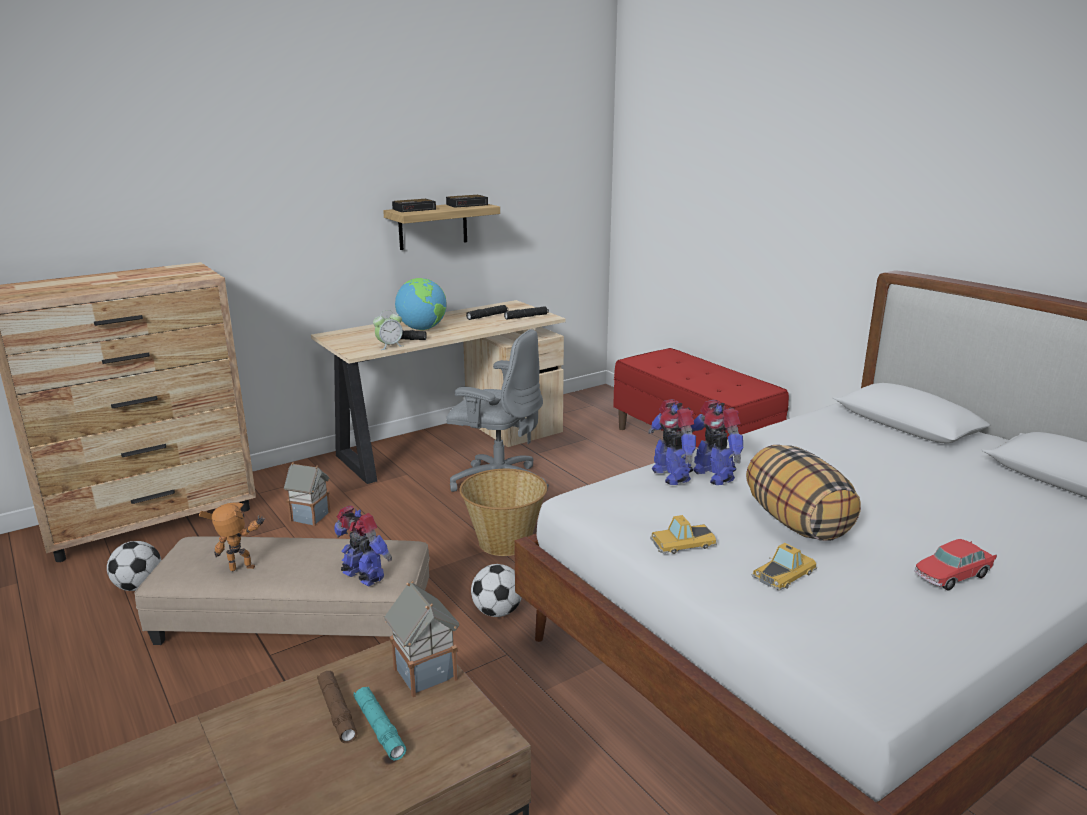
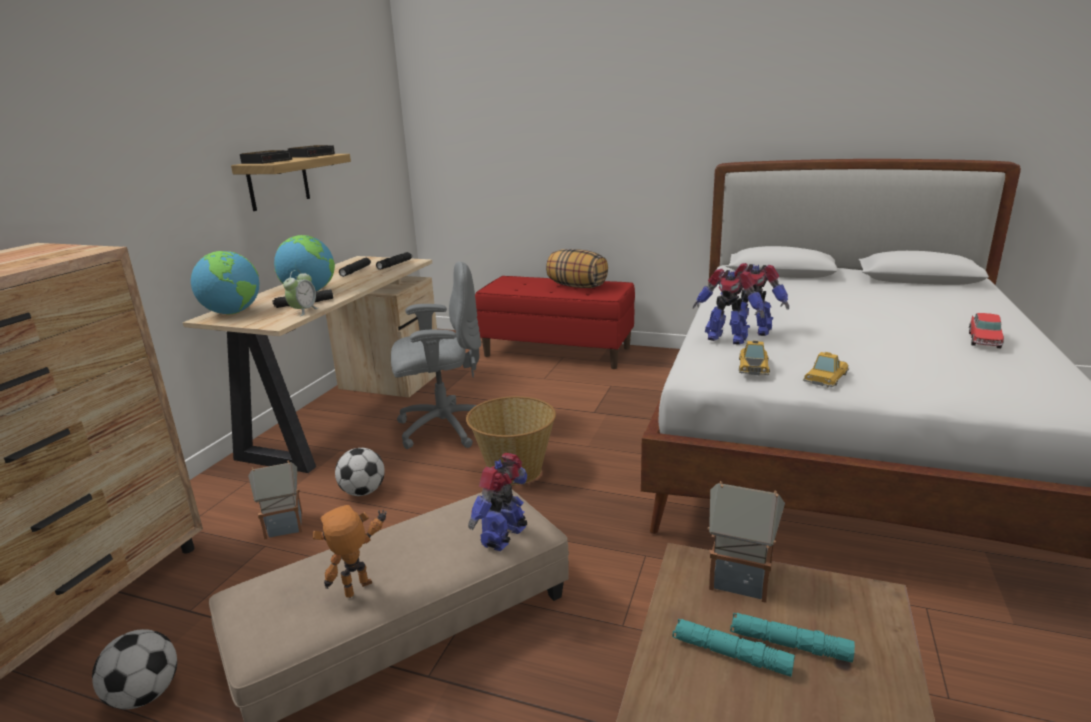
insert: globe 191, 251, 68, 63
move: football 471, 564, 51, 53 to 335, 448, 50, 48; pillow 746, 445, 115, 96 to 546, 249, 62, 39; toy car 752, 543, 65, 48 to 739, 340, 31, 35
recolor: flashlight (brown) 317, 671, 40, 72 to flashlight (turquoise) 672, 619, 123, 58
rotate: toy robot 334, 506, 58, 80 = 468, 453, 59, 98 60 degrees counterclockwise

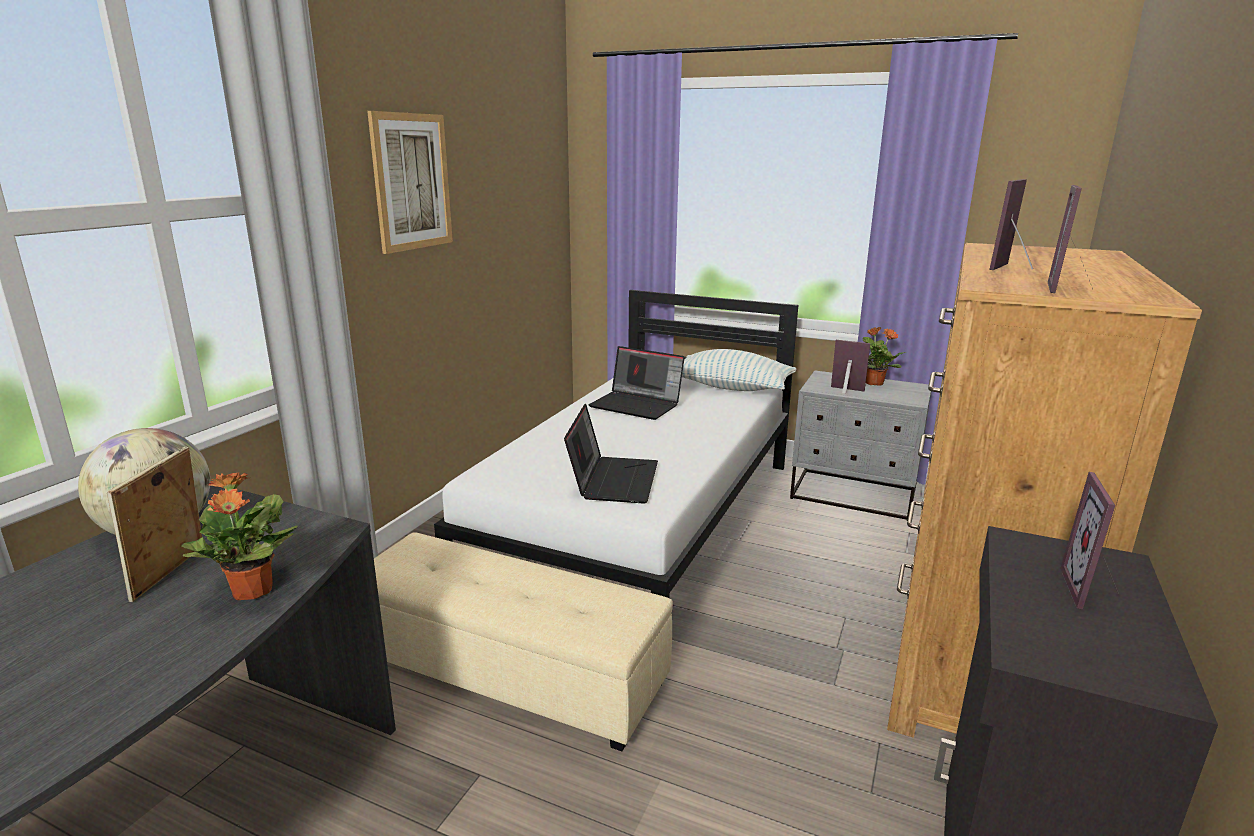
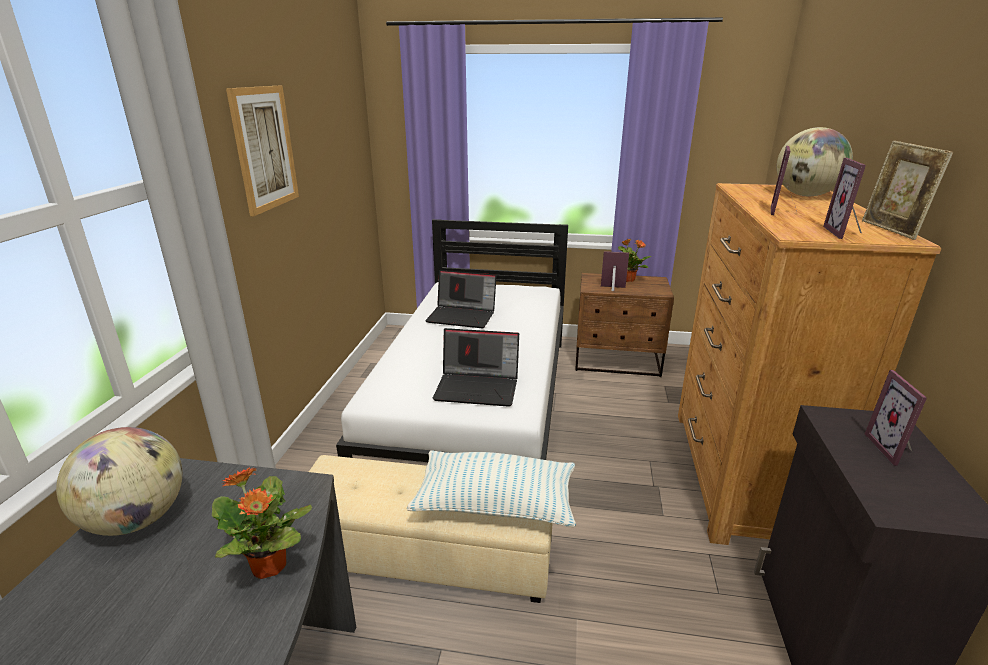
insert: globe 777, 127, 76, 69
move: picture frame 107, 447, 95, 155 to 862, 141, 91, 99; pillow 682, 349, 114, 42 to 407, 450, 169, 77
recolor: nightstand (grey) 790, 370, 141, 151 to nightstand (brown) 575, 273, 99, 104
rotate: laptop 564, 404, 94, 100 = 433, 328, 86, 79 105 degrees clockwise

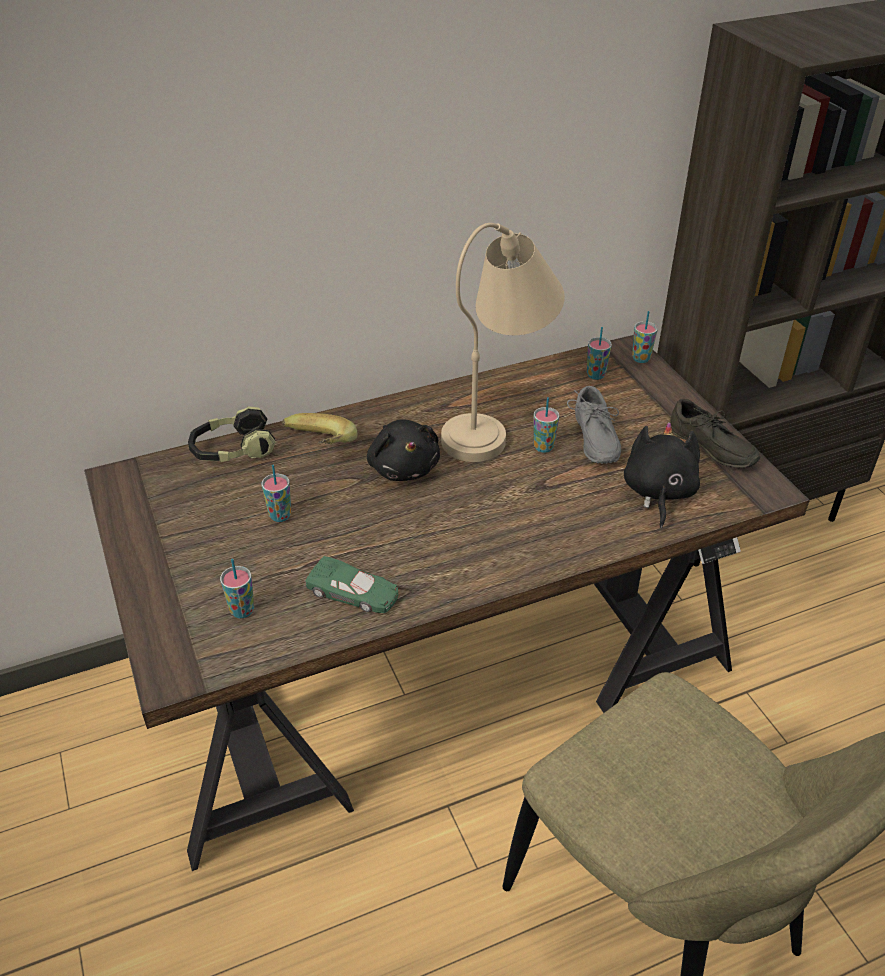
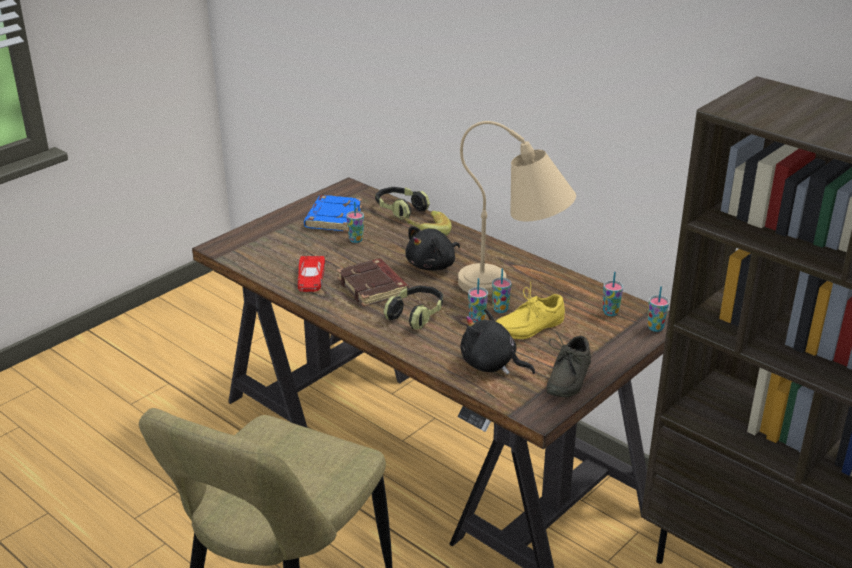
insert: book (blue) 304, 195, 58, 37; book (brown) 337, 259, 72, 48; headphones 383, 285, 60, 45
move: cup 220, 558, 34, 60 to 468, 278, 20, 44
recolor: toy car (green) 305, 556, 94, 57 to toy car (red) 297, 256, 28, 36; shoe (grey) 567, 386, 54, 78 to shoe (yellow) 496, 282, 69, 58
rotate: plush toy (black) 624, 422, 76, 106 = 460, 308, 75, 67 135 degrees counterclockwise

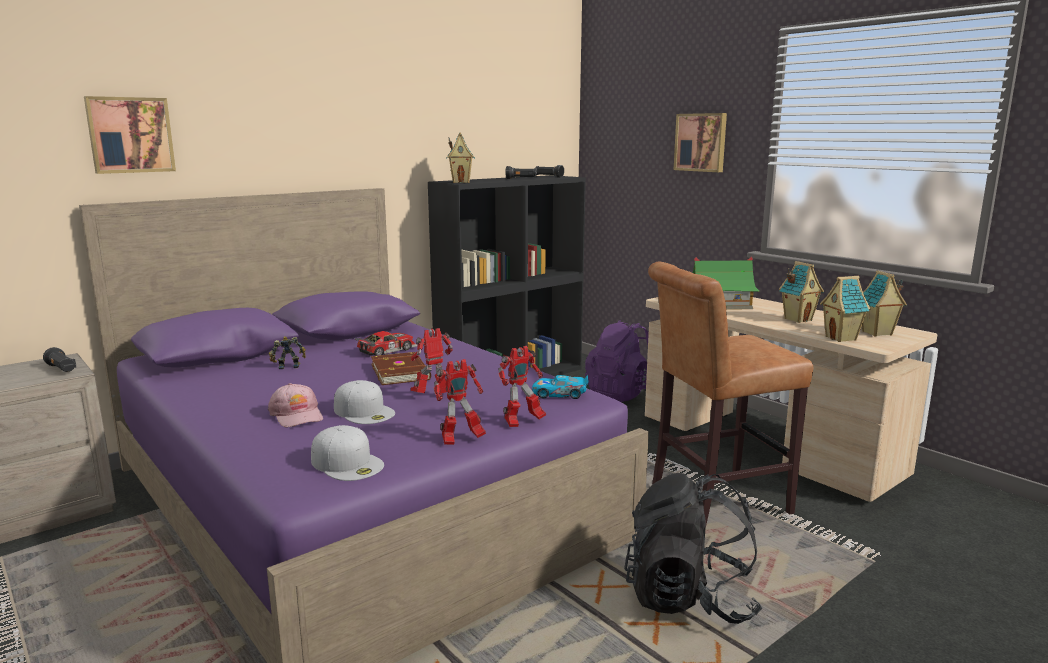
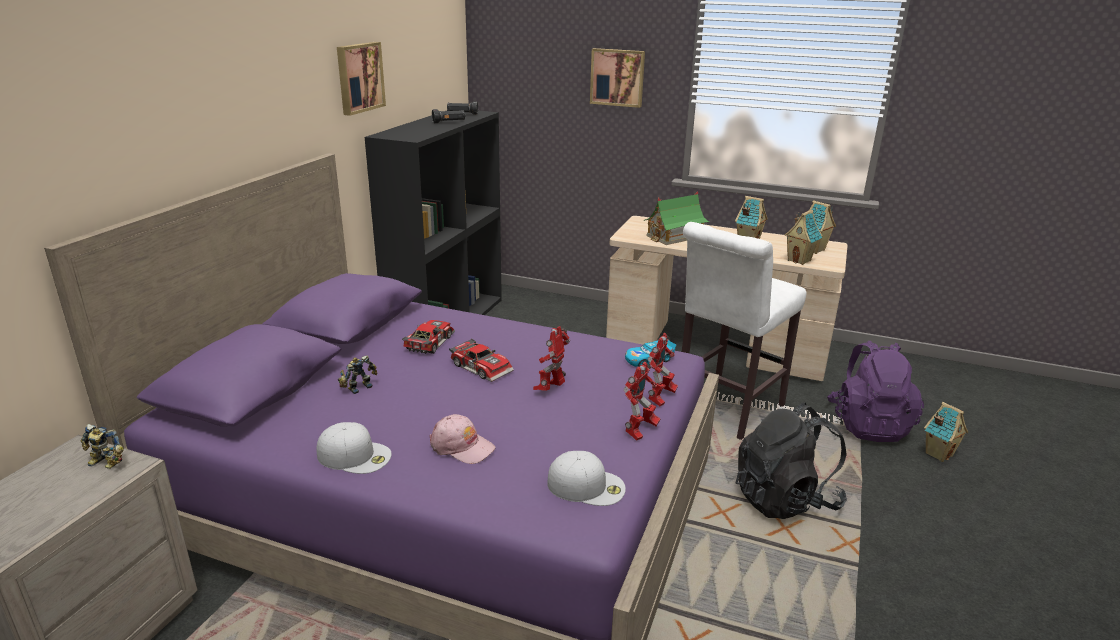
move: picture 84, 96, 92, 78 to 337, 42, 49, 74; cap (white) 334, 380, 61, 44 to 316, 422, 76, 52; toy house 446, 133, 29, 50 to 924, 402, 44, 60; backpack (purple) 585, 320, 64, 82 to 827, 341, 97, 101
replace: flashlight (black) 43, 347, 33, 25 to toy robot 81, 424, 43, 45; book (brown) 371, 352, 60, 33 to toy car 449, 339, 65, 43
recolor: stool (brown) 648, 261, 165, 268 to stool (white) 682, 222, 125, 218

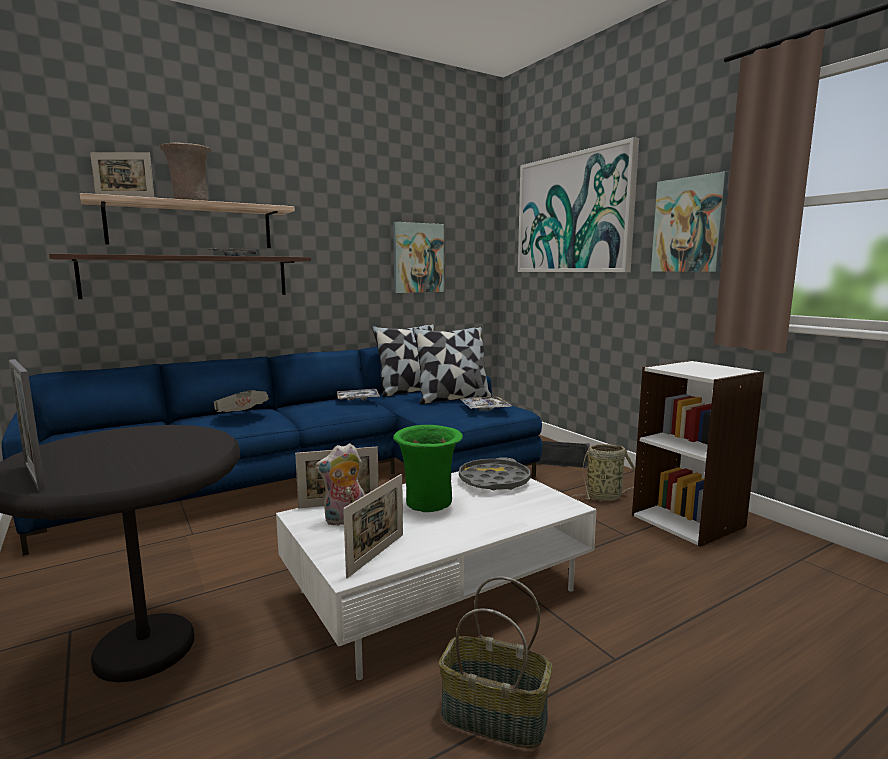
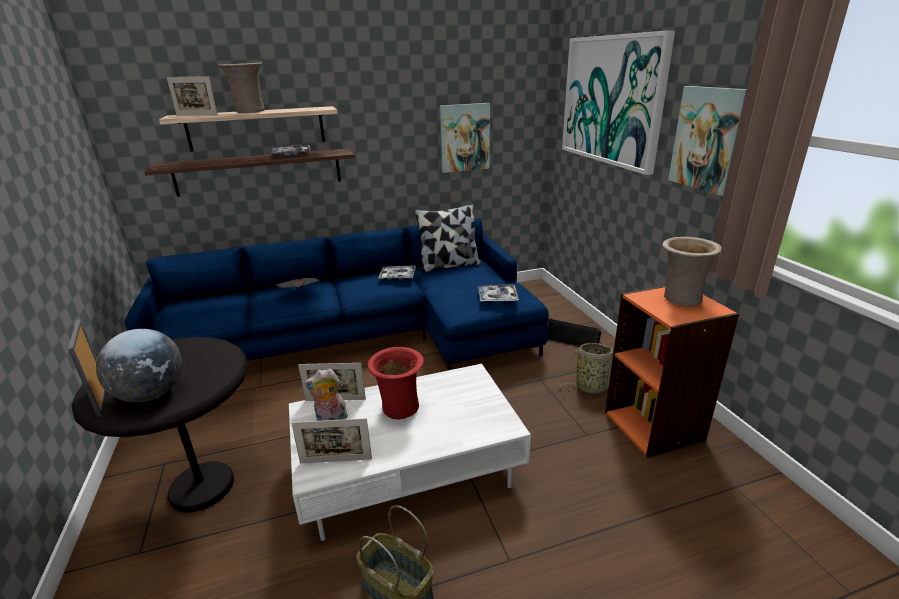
delete: pillow 412, 327, 80, 77; tray (grey) 459, 457, 72, 34
insert: globe 96, 329, 86, 73; vase (beige) 662, 237, 60, 69
recolor: vase (green) 393, 425, 70, 87 to vase (red) 367, 347, 57, 72; bookcase (white) 632, 360, 132, 187 to bookcase (orange) 605, 285, 134, 173
rotate: picture frame 343, 474, 60, 104 = 291, 418, 81, 46 45 degrees clockwise

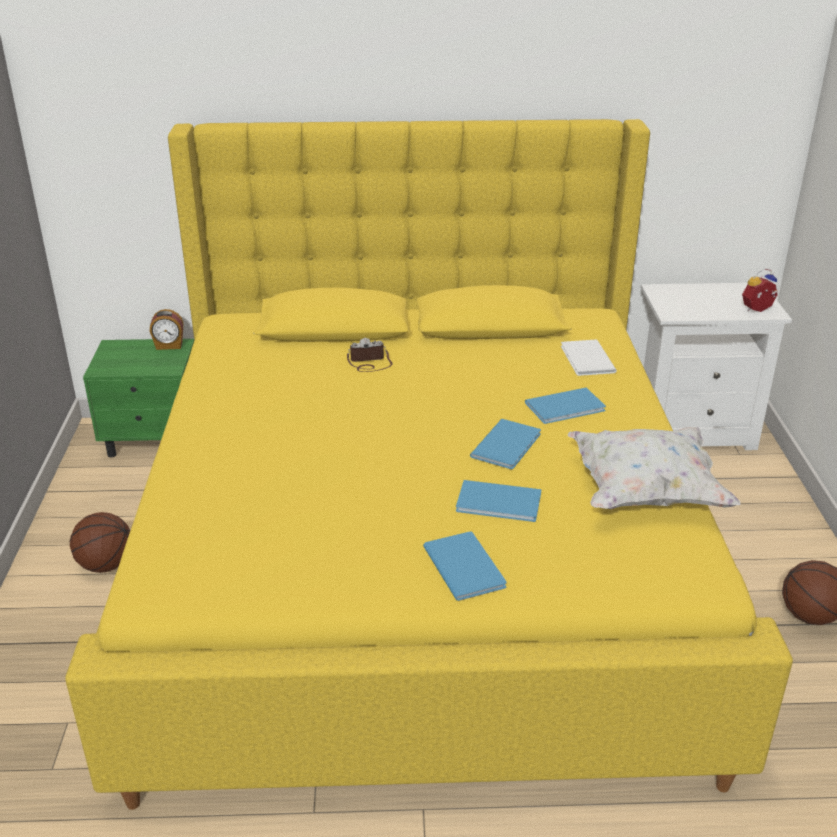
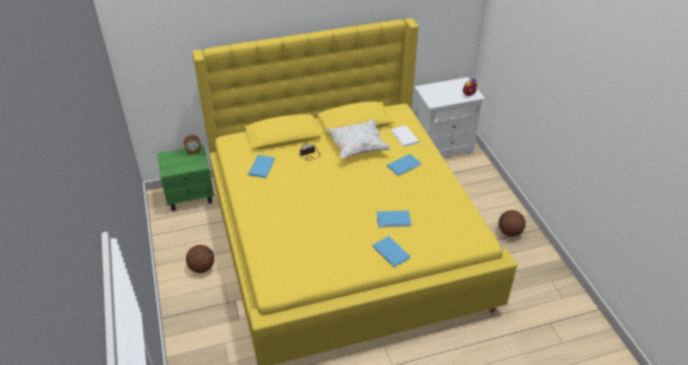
move: book (blue) 470, 419, 71, 51 to 248, 155, 27, 23; pillow (white) 568, 427, 173, 82 to 326, 119, 65, 39

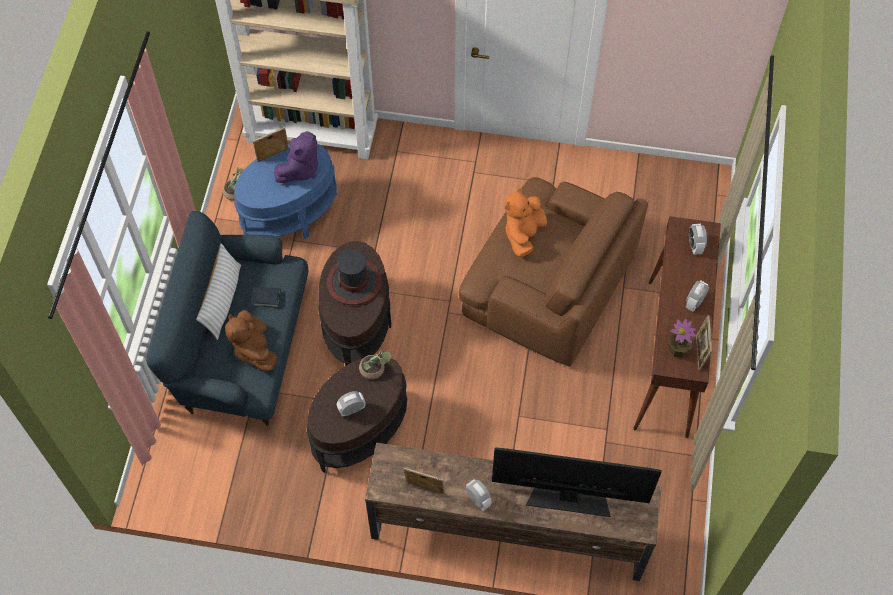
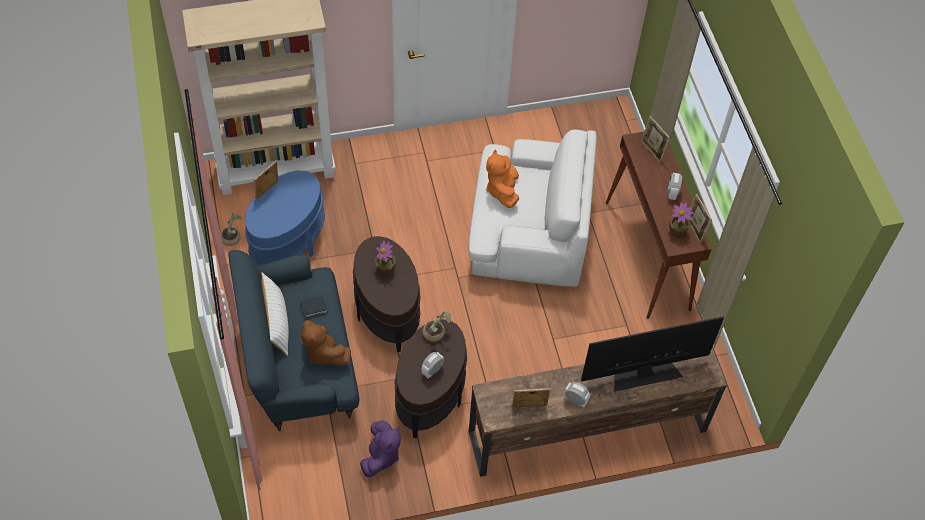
move: plush toy (purple) 274, 131, 44, 52 to 360, 420, 41, 57
replace: hat 327, 249, 55, 56 to potted plant 375, 241, 21, 35; alarm clock 689, 224, 18, 31 to picture frame 641, 116, 29, 46
recolor: armchair (brown) 459, 177, 189, 190 to armchair (white) 469, 129, 128, 158

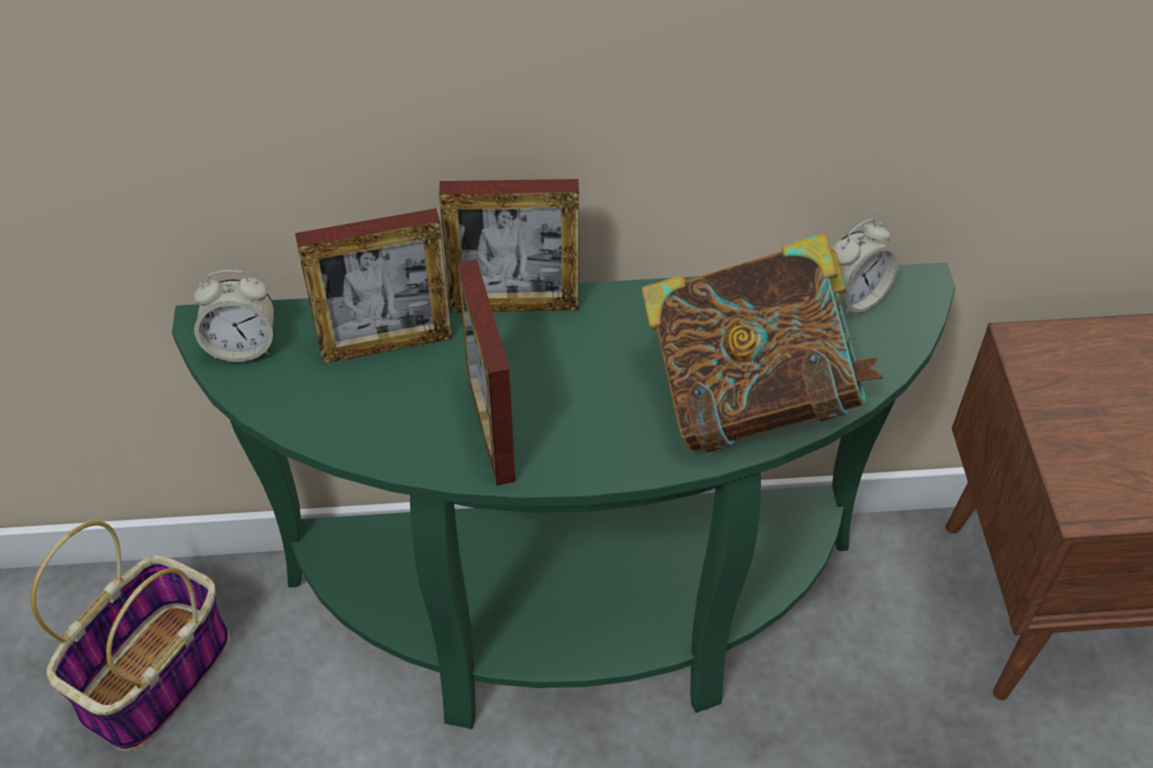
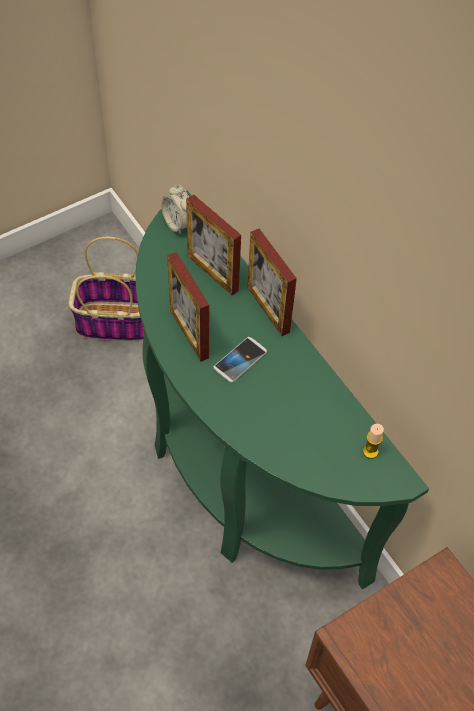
delete: book 641, 233, 242, 219
insert: phone 213, 337, 54, 46
replace: alarm clock 832, 218, 67, 99 to candle 363, 424, 21, 35
rotate: picture frame 457, 260, 59, 226 = 167, 252, 42, 110 75 degrees counterclockwise

